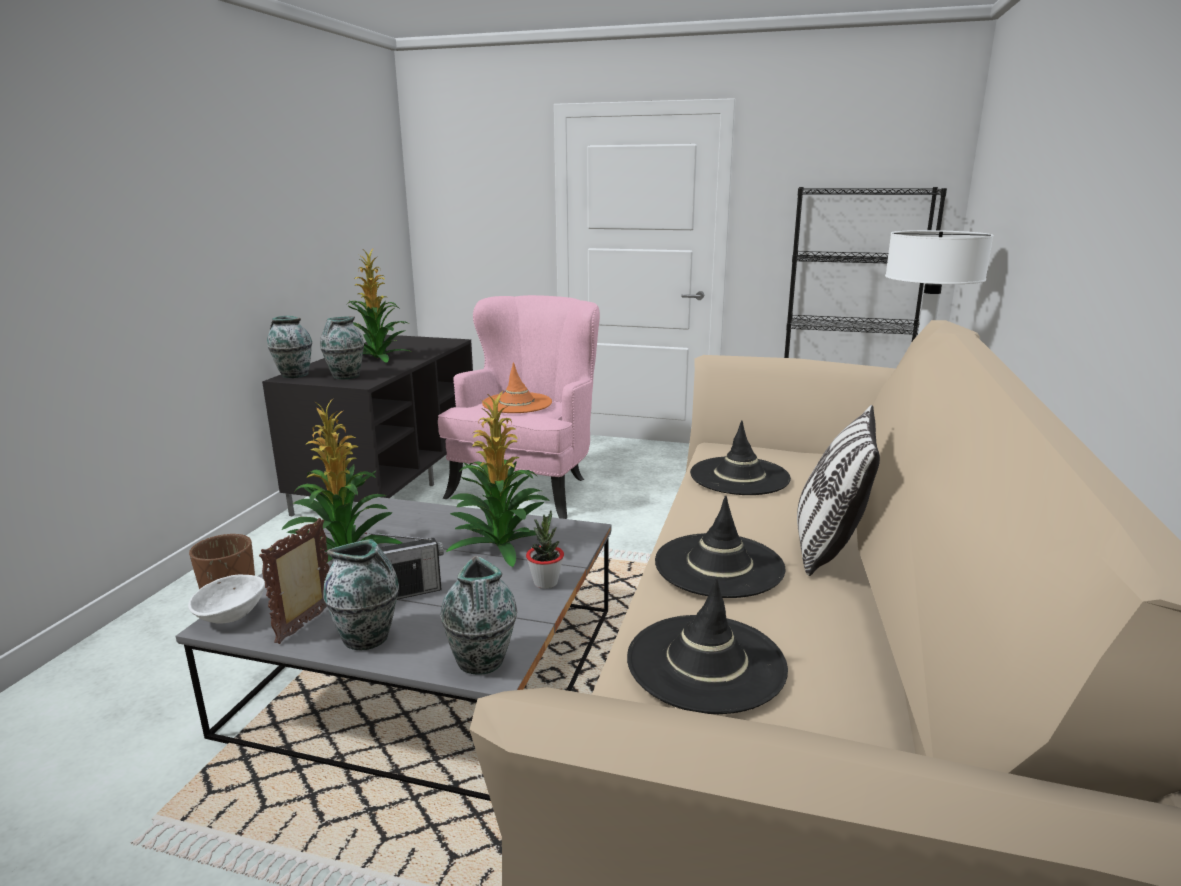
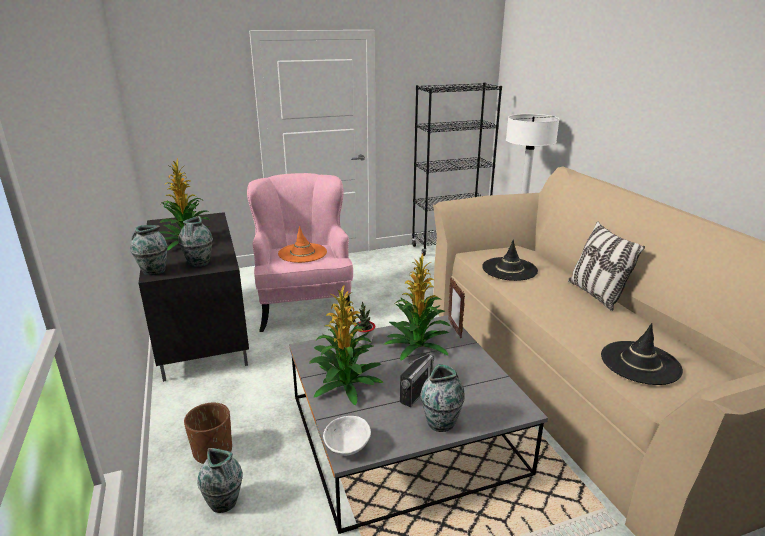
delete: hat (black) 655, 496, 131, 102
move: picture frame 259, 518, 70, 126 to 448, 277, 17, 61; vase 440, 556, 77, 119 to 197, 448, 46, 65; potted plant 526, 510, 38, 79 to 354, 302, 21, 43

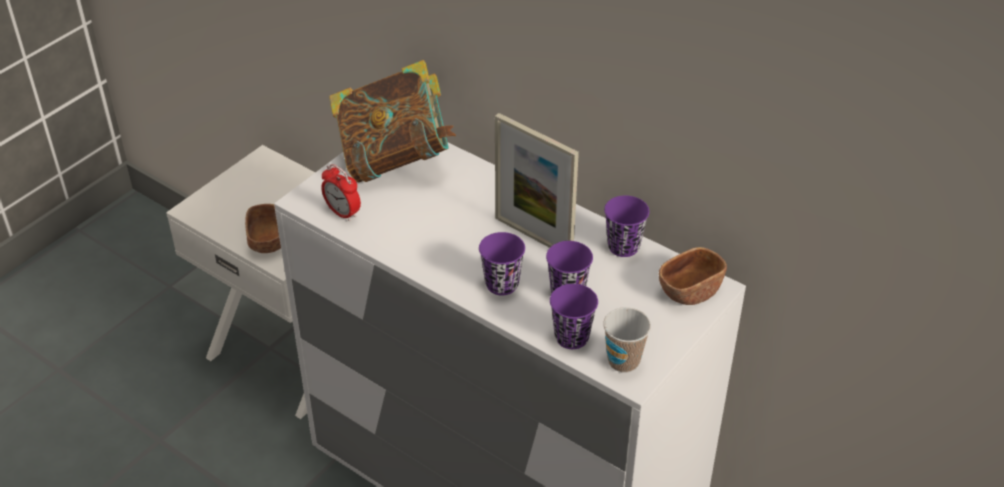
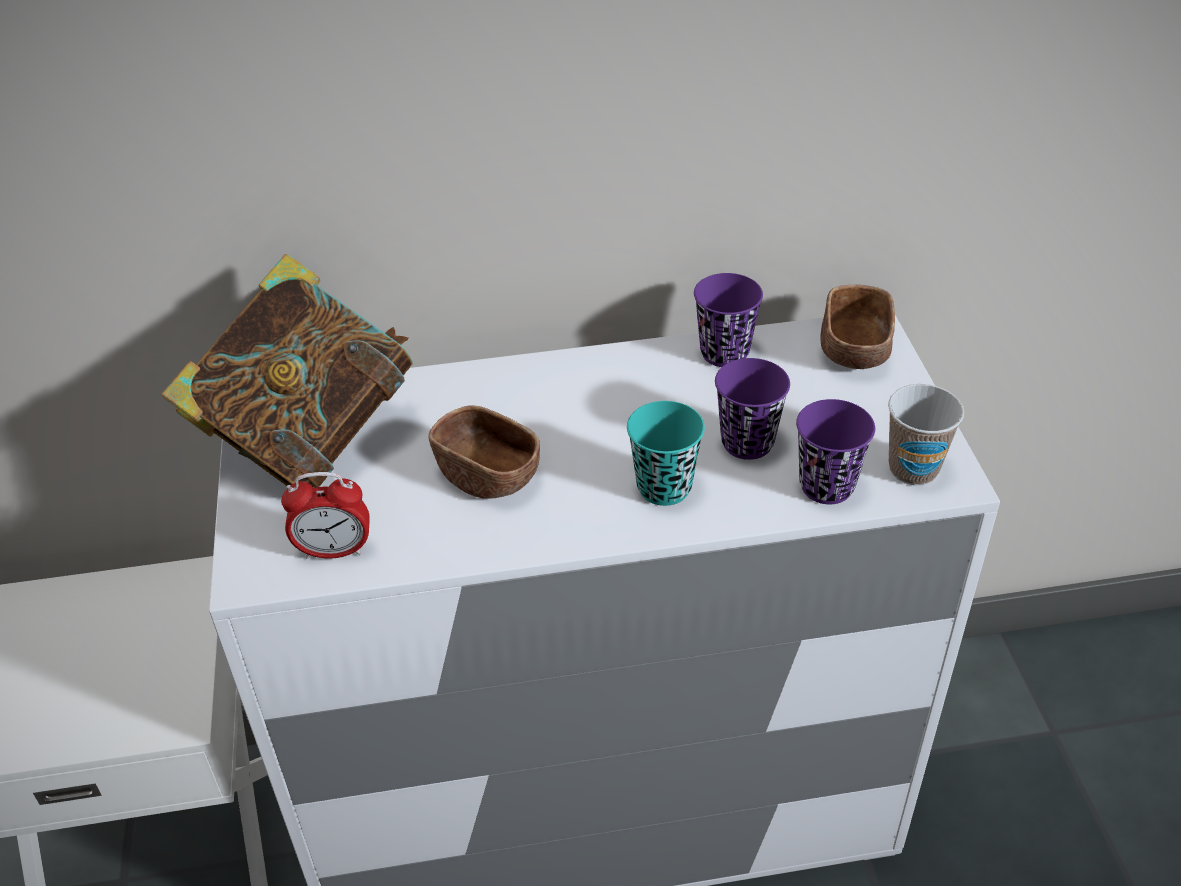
delete: picture frame 495, 113, 84, 135
move: bowl (brown) 245, 204, 36, 49 to 429, 405, 111, 94
recolor: cup (purple) 479, 232, 46, 63 to cup (turquoise) 627, 401, 78, 105

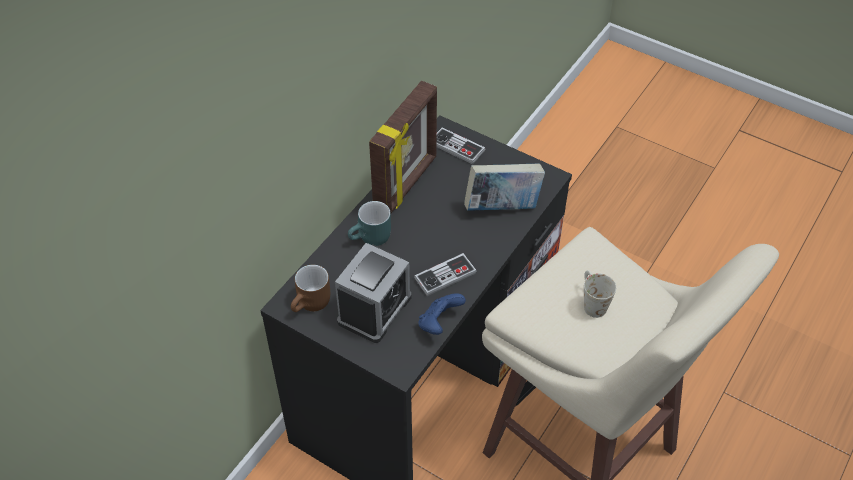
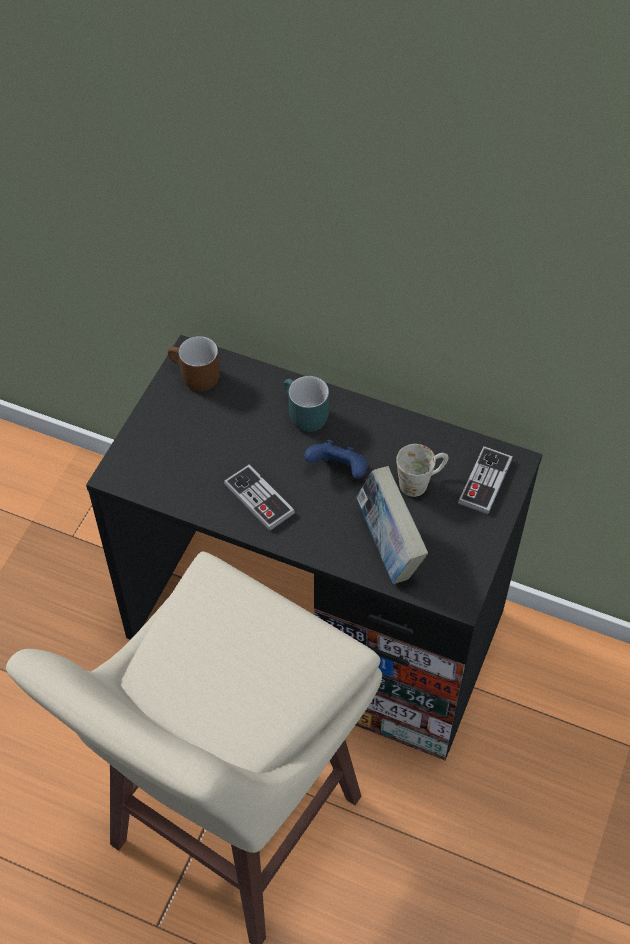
delete: alarm clock 335, 243, 76, 100; picture frame 369, 81, 68, 132
move: game controller (blue) 418, 293, 48, 42 to 304, 440, 63, 39; mug (white) 584, 270, 32, 48 to 396, 444, 52, 53

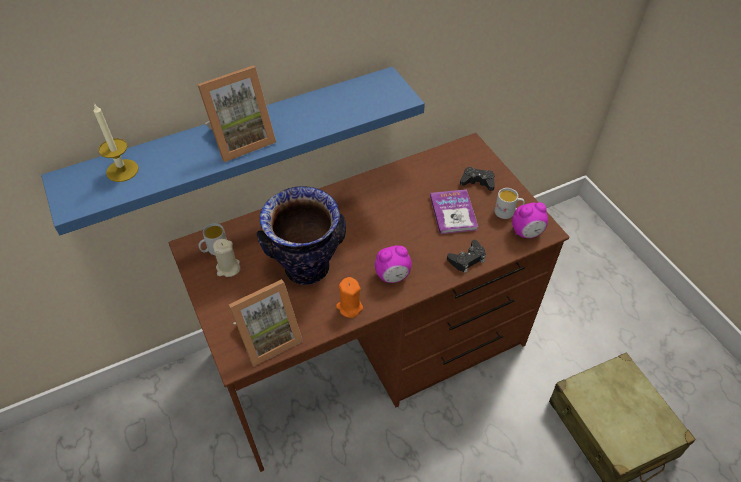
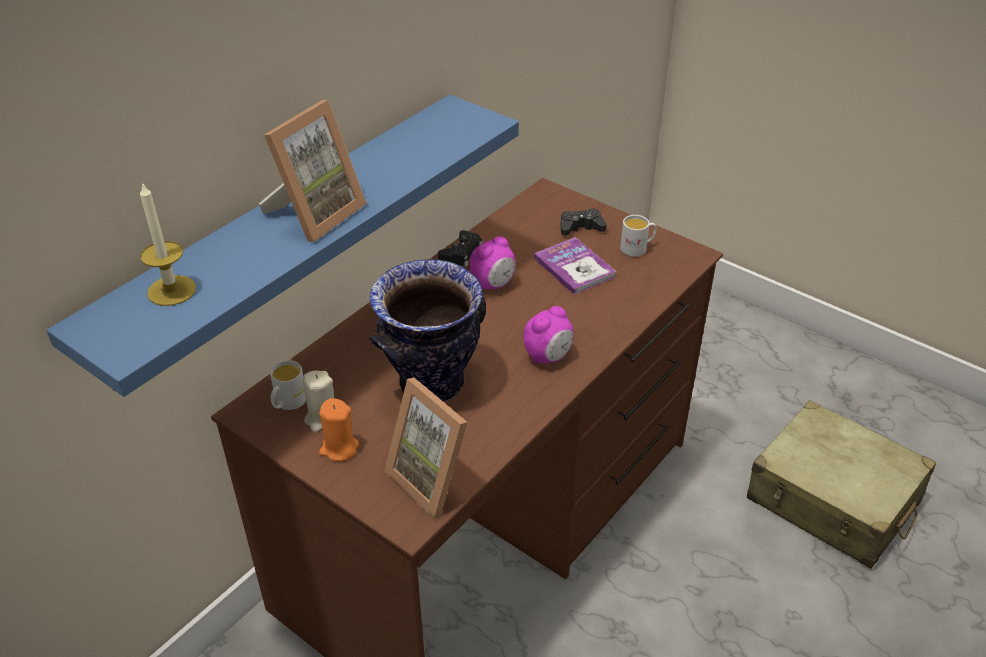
move: candle (orange) 336, 277, 27, 41 to 319, 398, 40, 63; game controller (black) 447, 240, 39, 33 to 438, 230, 44, 37; alarm clock 512, 202, 36, 36 to 469, 237, 47, 53
rotate: picture frame 229, 279, 74, 87 = 384, 377, 83, 141 105 degrees clockwise

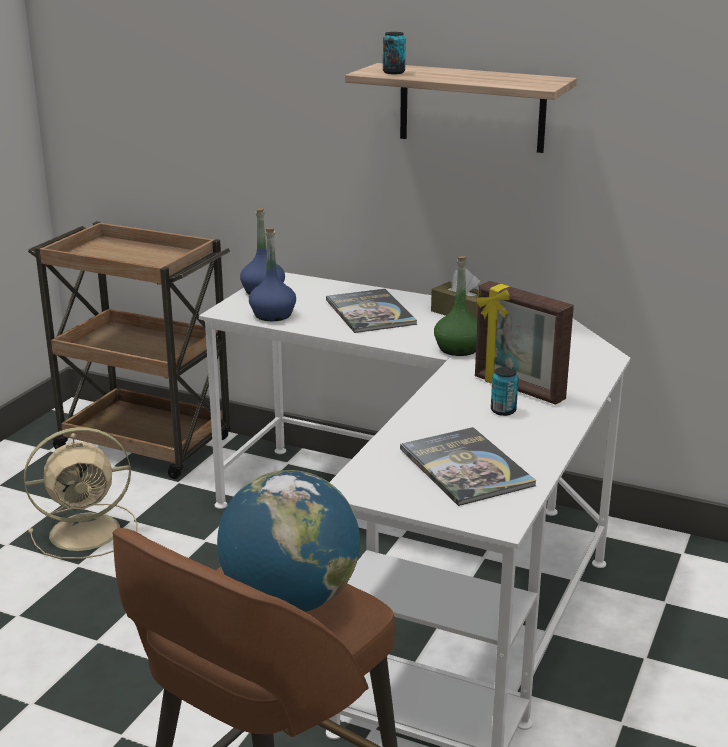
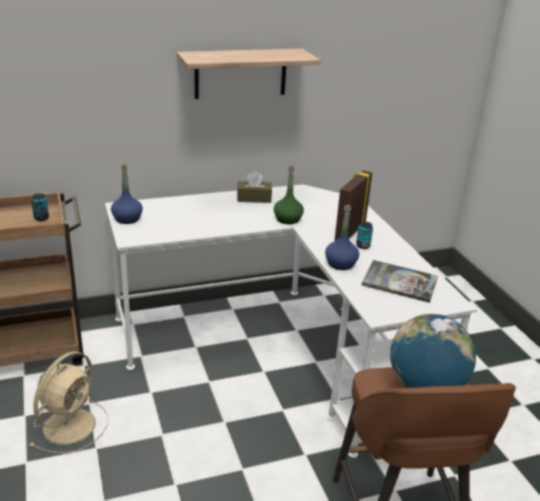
delete: book 326, 289, 91, 44
move: bottle (blue) 249, 228, 47, 93 to 325, 205, 34, 65; can 383, 32, 23, 42 to 31, 193, 18, 28
rotate: picture frame 475, 281, 99, 124 = 335, 170, 37, 71 120 degrees clockwise

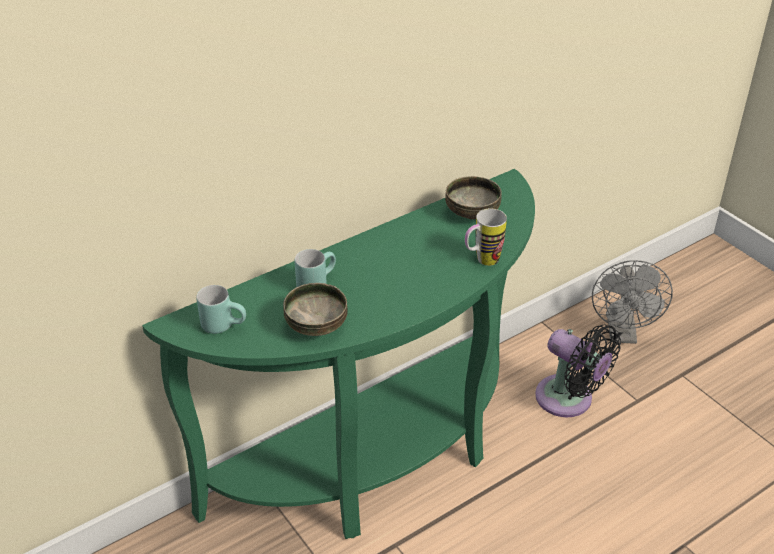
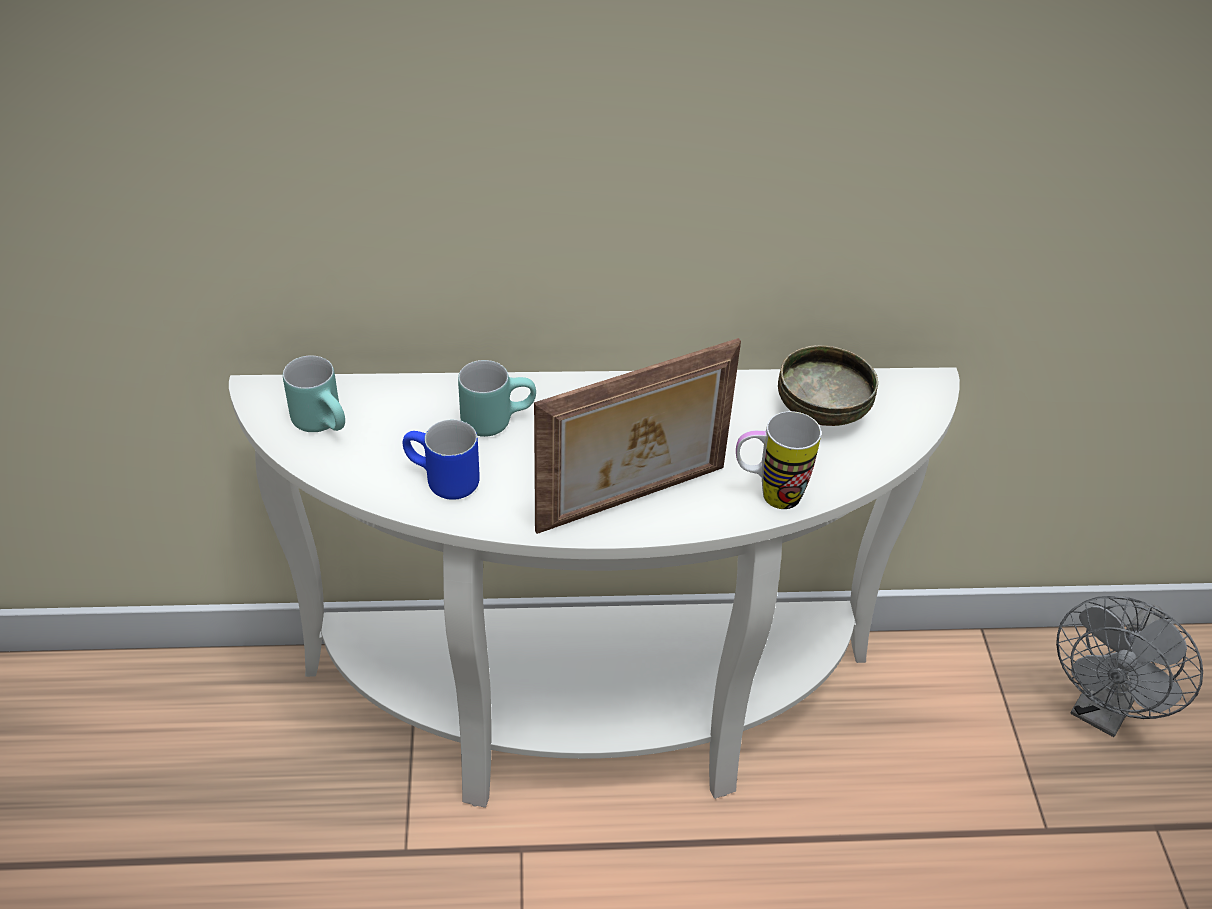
delete: fan (black) 535, 325, 86, 92
insert: picture frame 534, 338, 207, 196
replace: bowl 283, 283, 65, 53 to mug (blue) 403, 420, 77, 79
recolor: console table (green) 142, 169, 393, 370 to console table (white) 229, 367, 731, 441

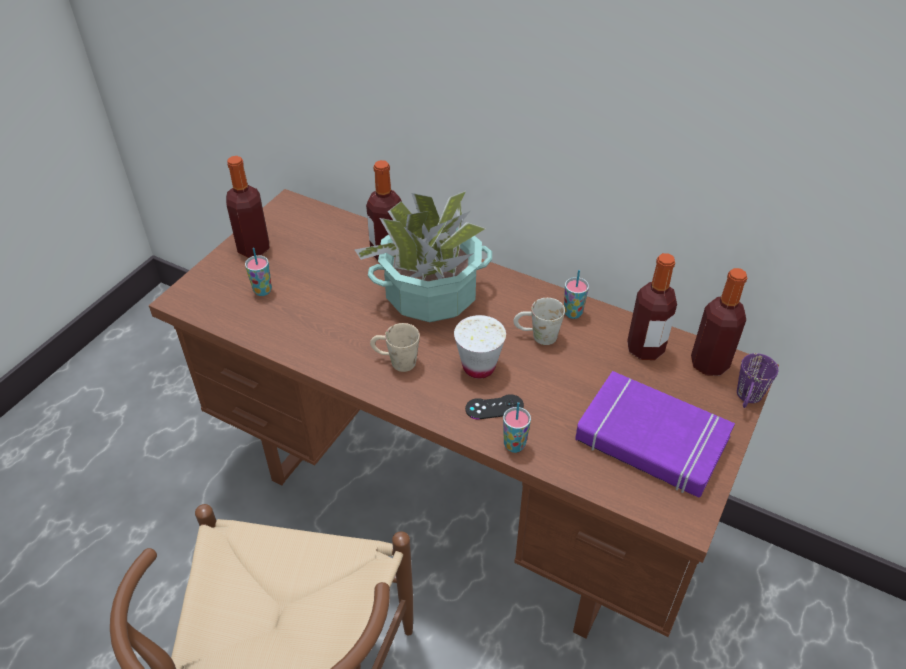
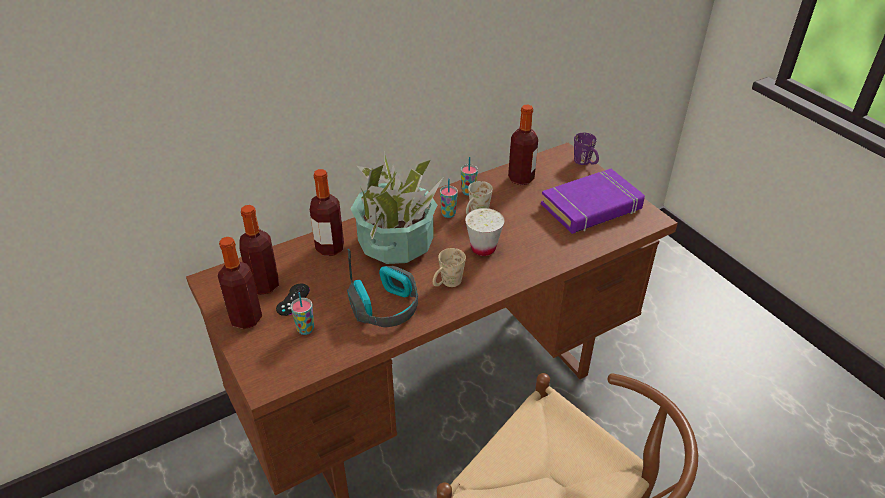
insert: headphones 347, 249, 71, 78
move: game controller (black) 465, 394, 59, 25 to 276, 284, 34, 32; cup 503, 402, 28, 51 to 440, 178, 18, 40; bottle 691, 268, 56, 108 to 239, 205, 40, 90

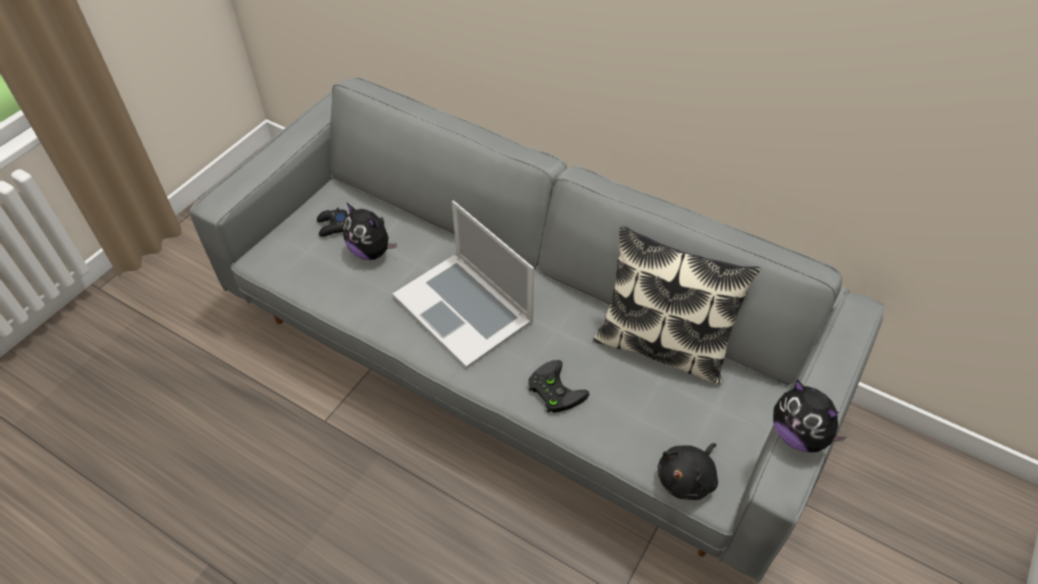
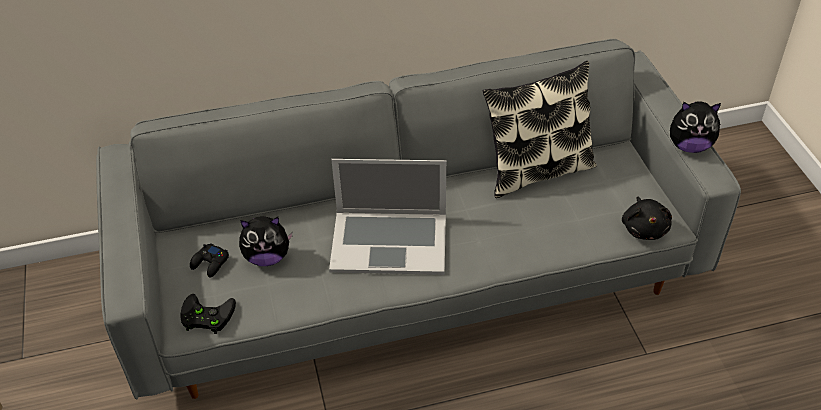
move: game controller (black) 528, 360, 61, 53 to 181, 294, 55, 40

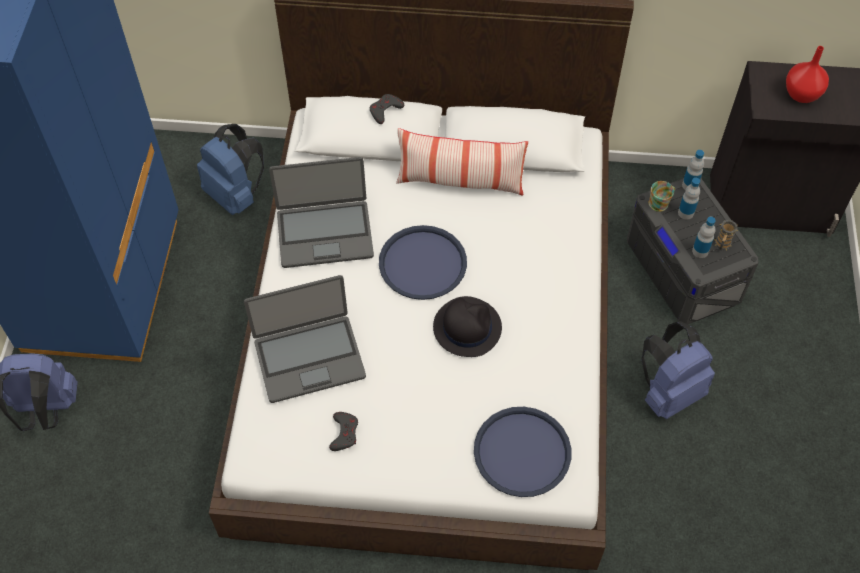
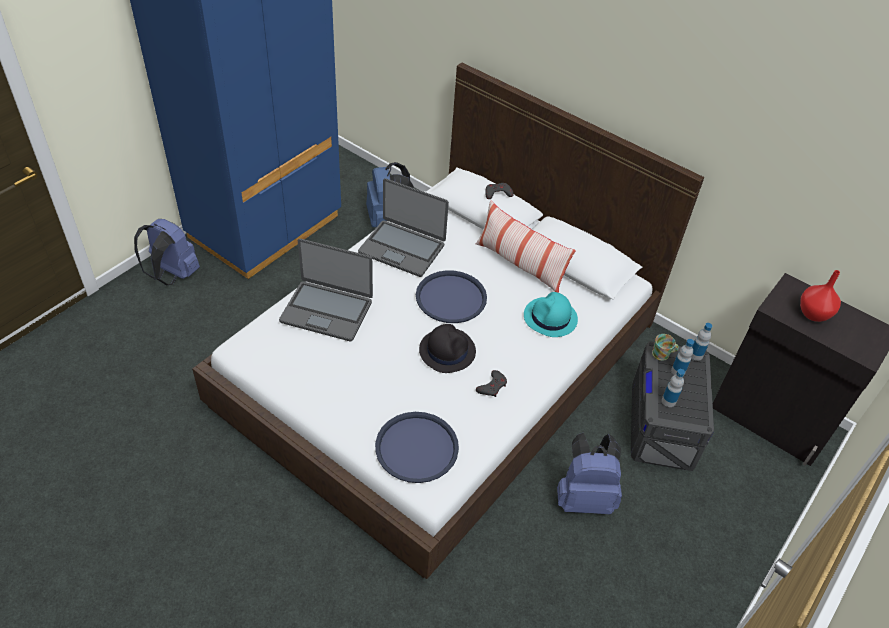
delete: mug 715, 220, 23, 30
insert: hat (turquoise) 524, 292, 54, 45
move: game controller (grey) 329, 412, 29, 39 to 476, 370, 31, 27

